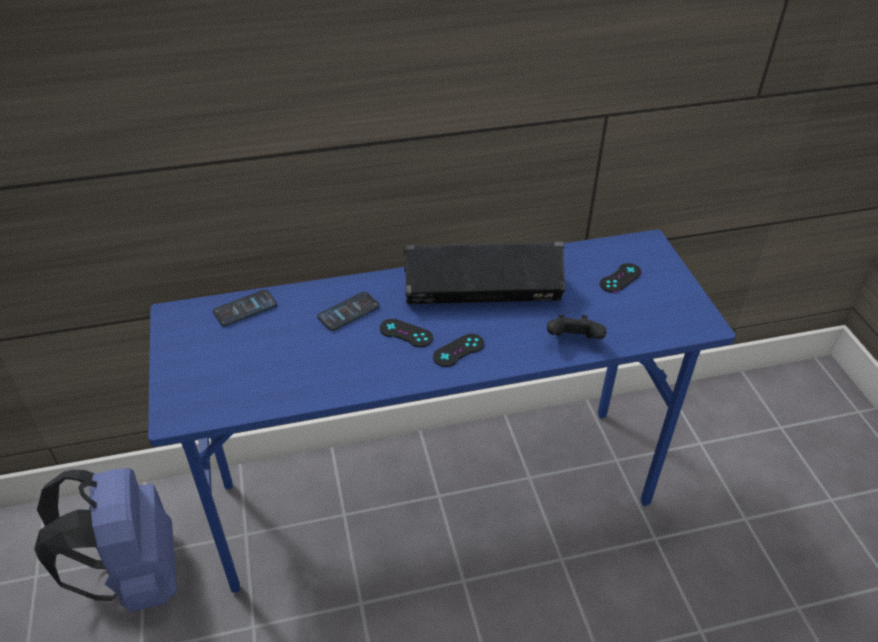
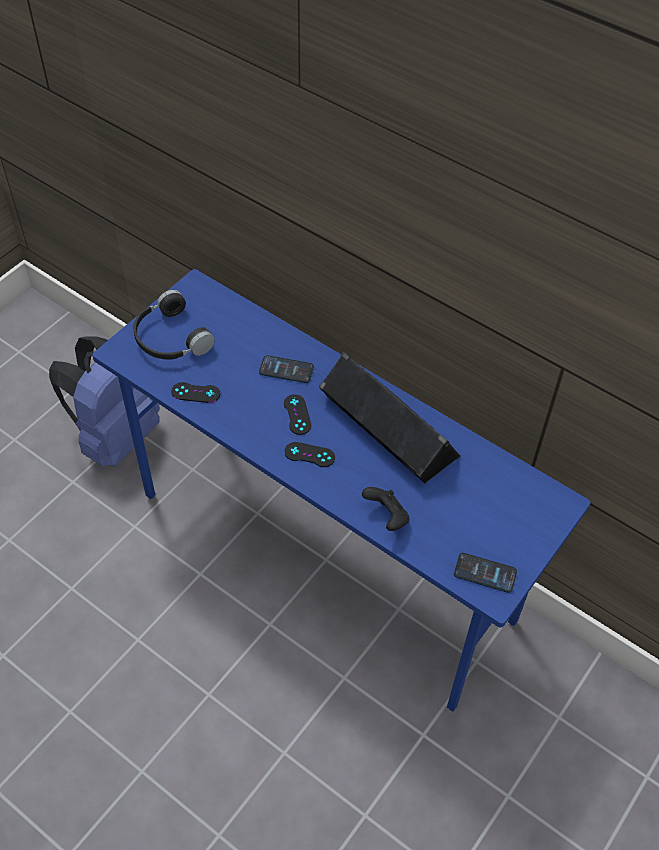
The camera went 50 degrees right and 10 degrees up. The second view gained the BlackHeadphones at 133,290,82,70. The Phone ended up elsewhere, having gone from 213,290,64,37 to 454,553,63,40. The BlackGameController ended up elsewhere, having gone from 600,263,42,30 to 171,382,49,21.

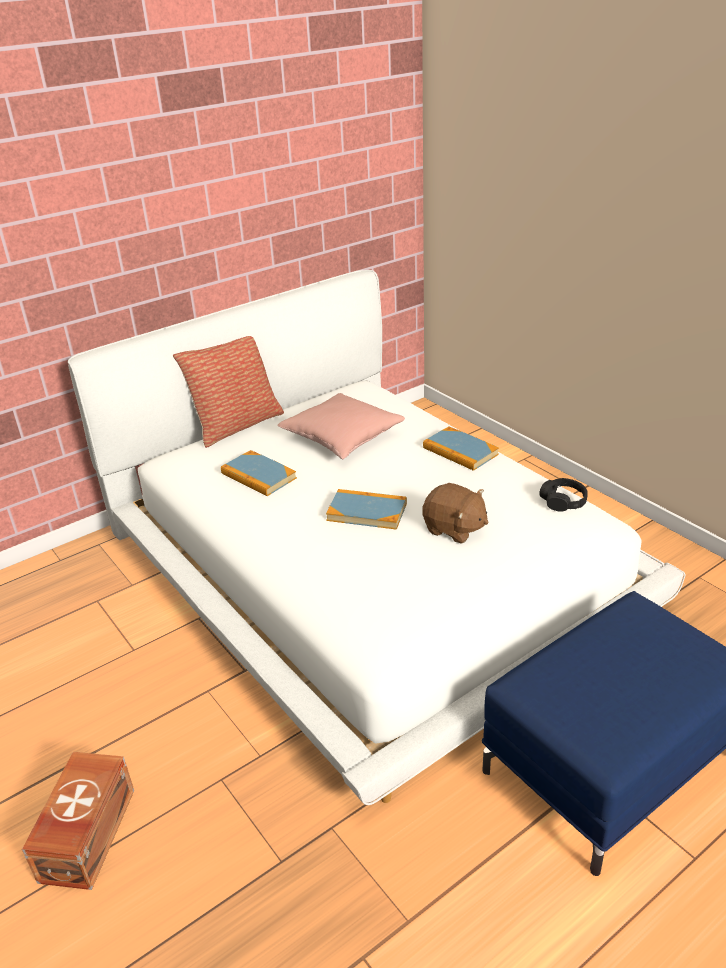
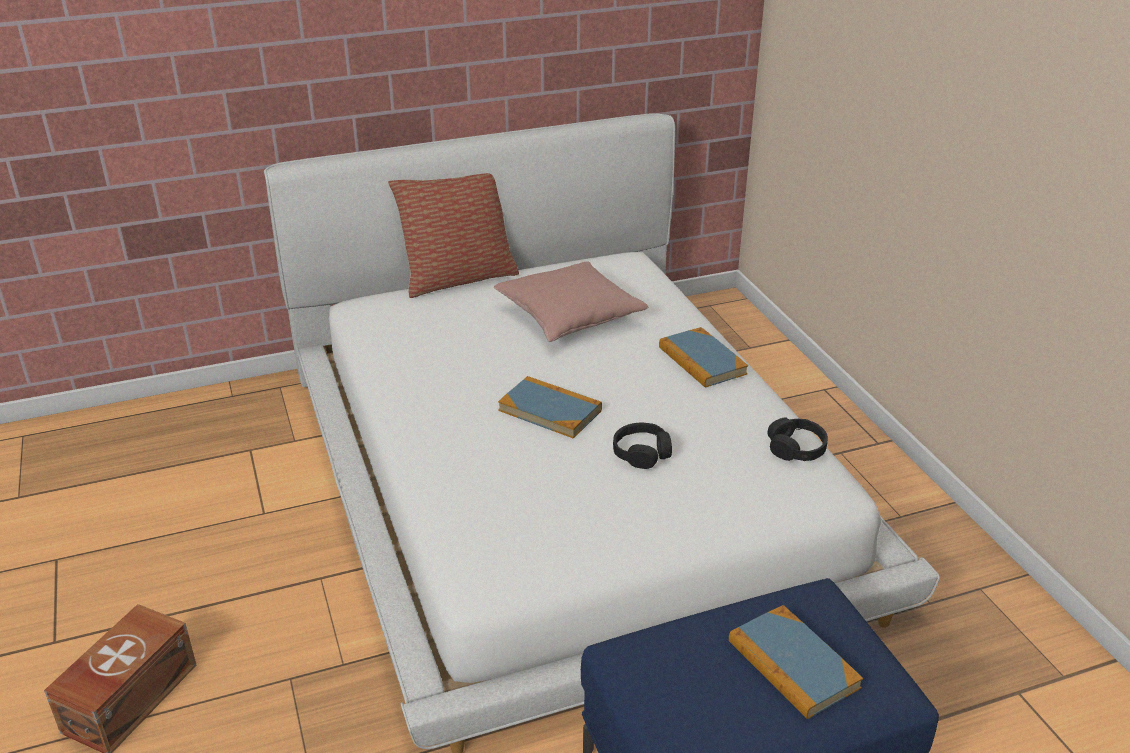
The camera went 15 degrees right and 0 degrees up. The Book ended up elsewhere, having gone from 221,450,76,46 to 729,605,134,114. Where the BrownPlushToy stood at 422,483,66,61, the BlackHeadphones came to stand at 613,423,59,46.

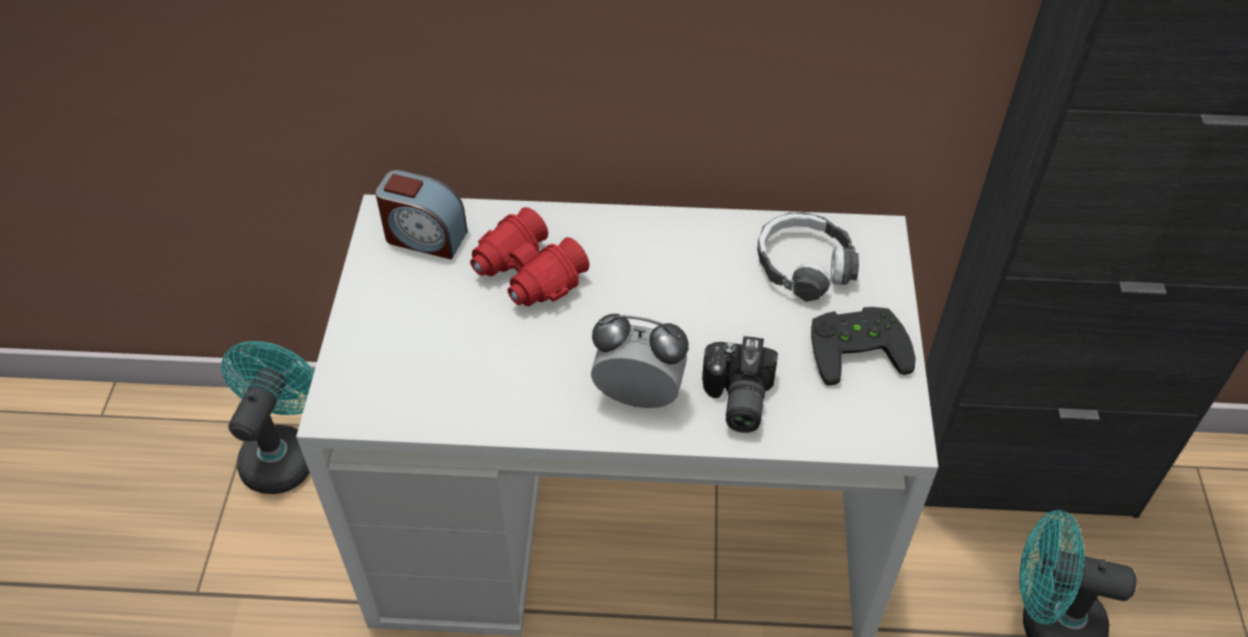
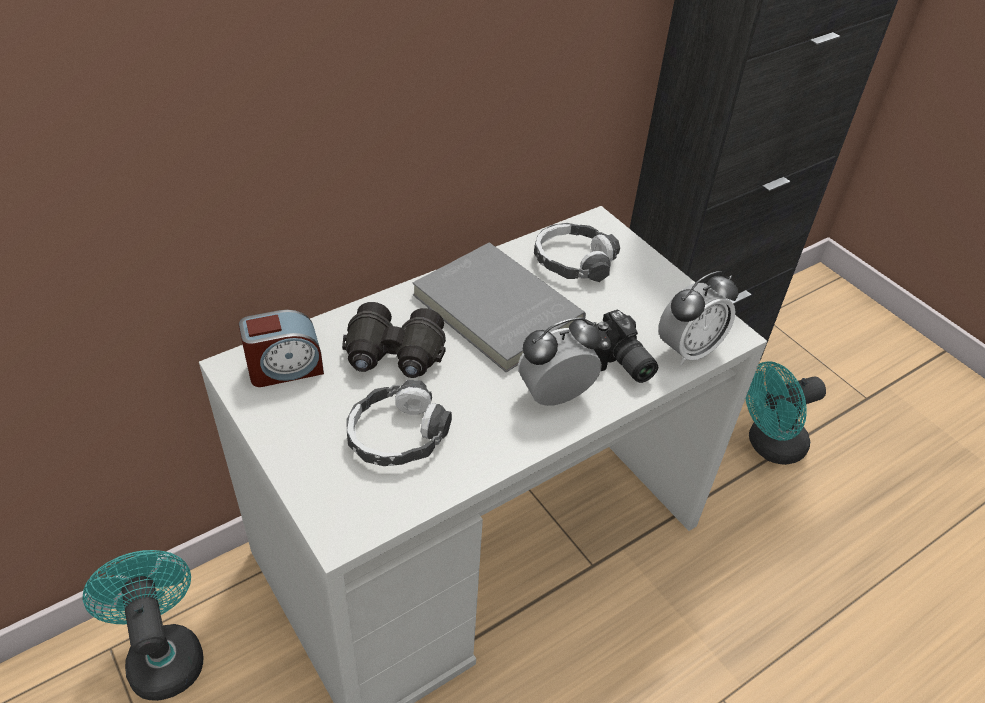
The camera went 40 degrees left and 5 degrees down. The second view lost the BlackGameController at 811,307,105,78. The second view gained the Headphones at 346,380,106,86. The second view gained the GreyBook at 413,243,173,129. The second view gained the AlarmClock at 658,271,81,94. What was the RedBinoculars at 470,207,119,99 turned into the BlackBinoculars at 342,302,104,76.

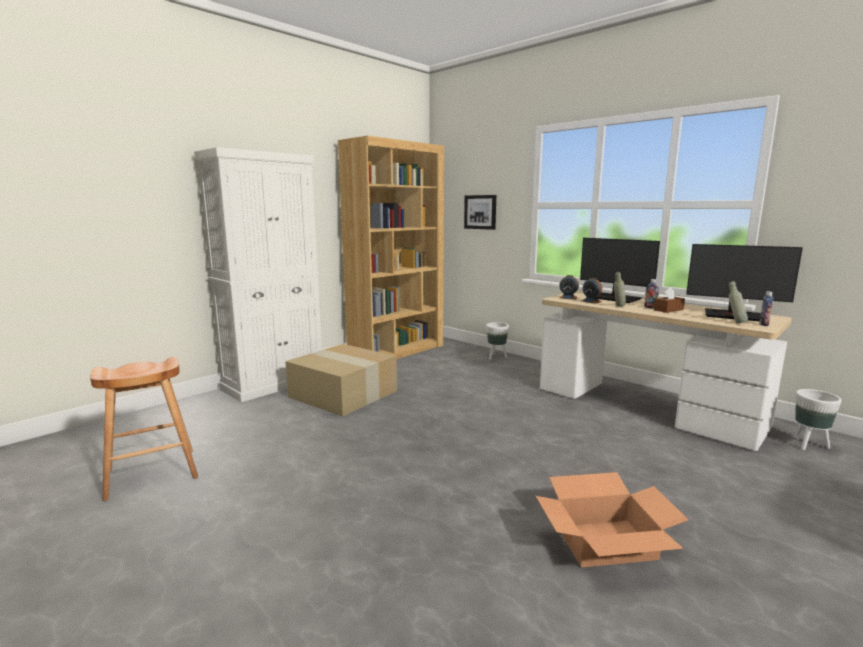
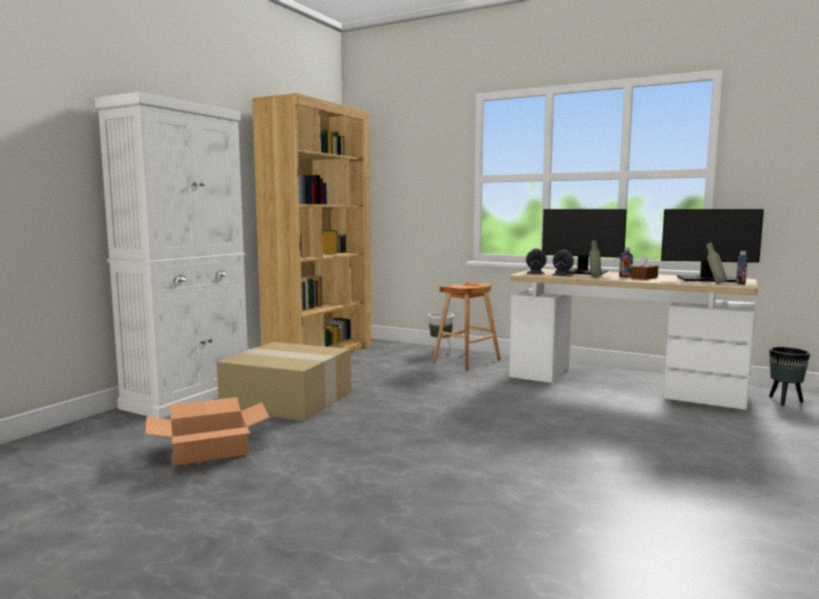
The camera went 15 degrees left and 5 degrees down. The second view lost the Picture at 464,195,32,35. The BrownStool ended up elsewhere, having gone from 90,357,108,144 to 432,282,69,88. The CardboardBox ended up elsewhere, having gone from 536,472,152,95 to 145,397,124,69. What was the WhitePlanter at 794,389,48,61 turned into the BlackPlanter at 769,347,41,59.

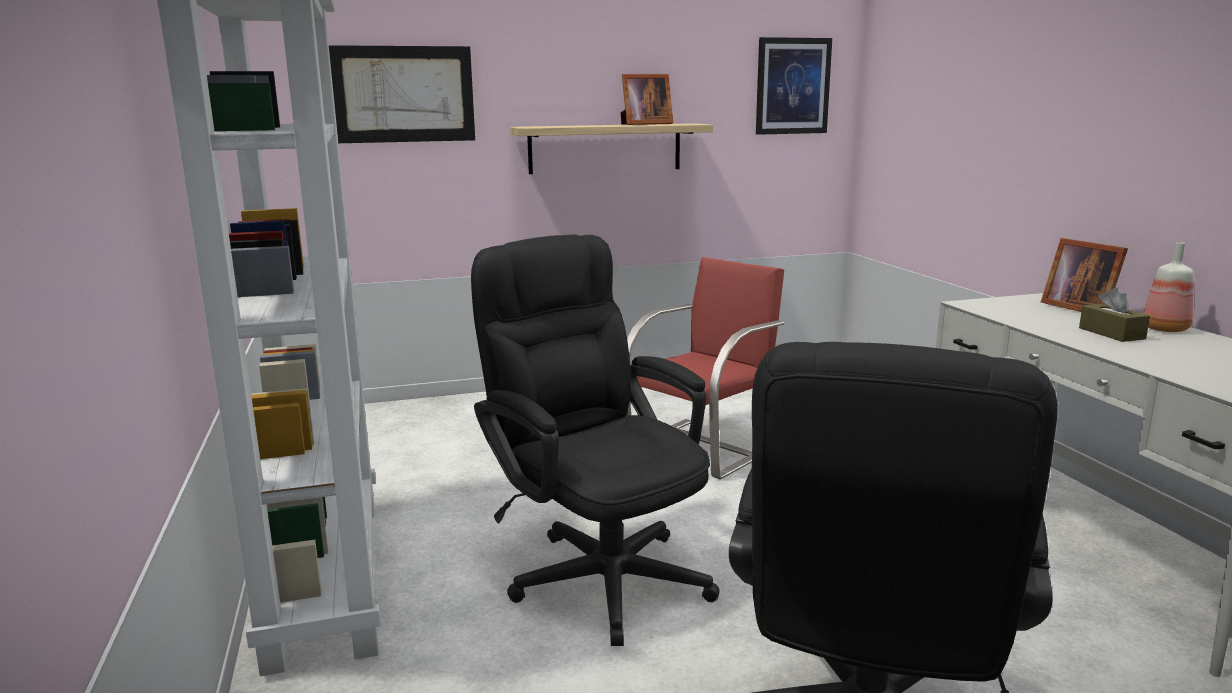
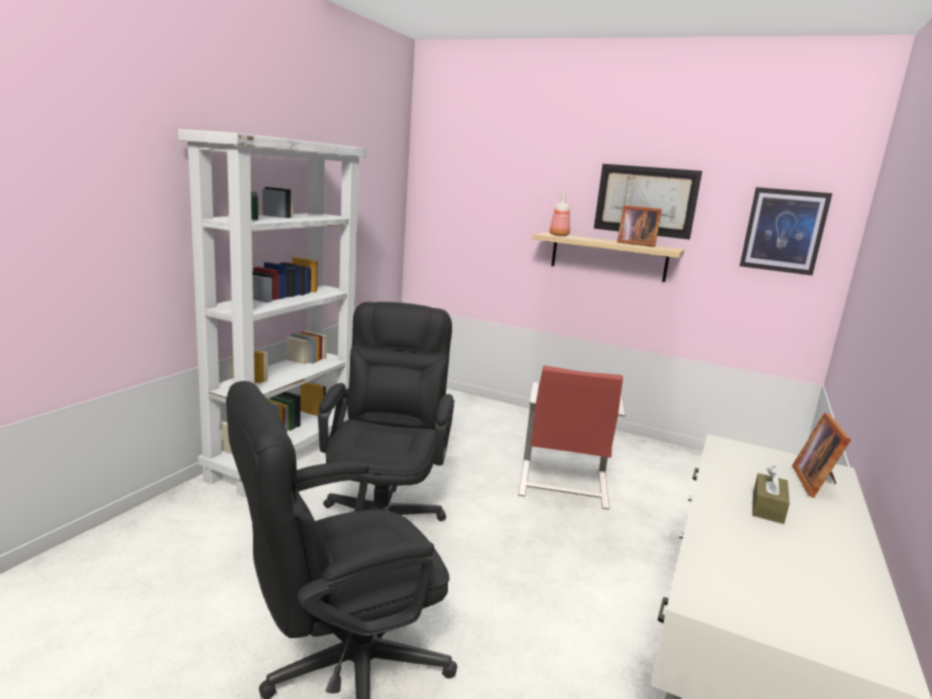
The camera went 40 degrees right and 0 degrees up. The Picture ended up elsewhere, having gone from 329,45,146,98 to 594,164,108,76. The Bottle ended up elsewhere, having gone from 1143,242,51,90 to 550,193,20,43. The RedChair at 626,257,159,222 ended up facing another way, 105 degrees clockwise from before.

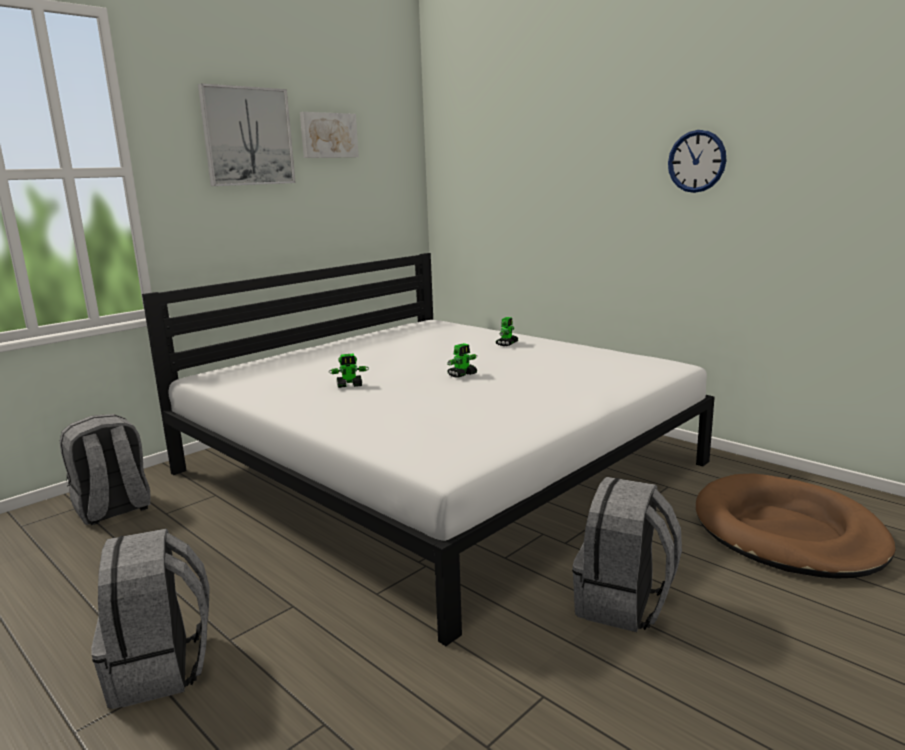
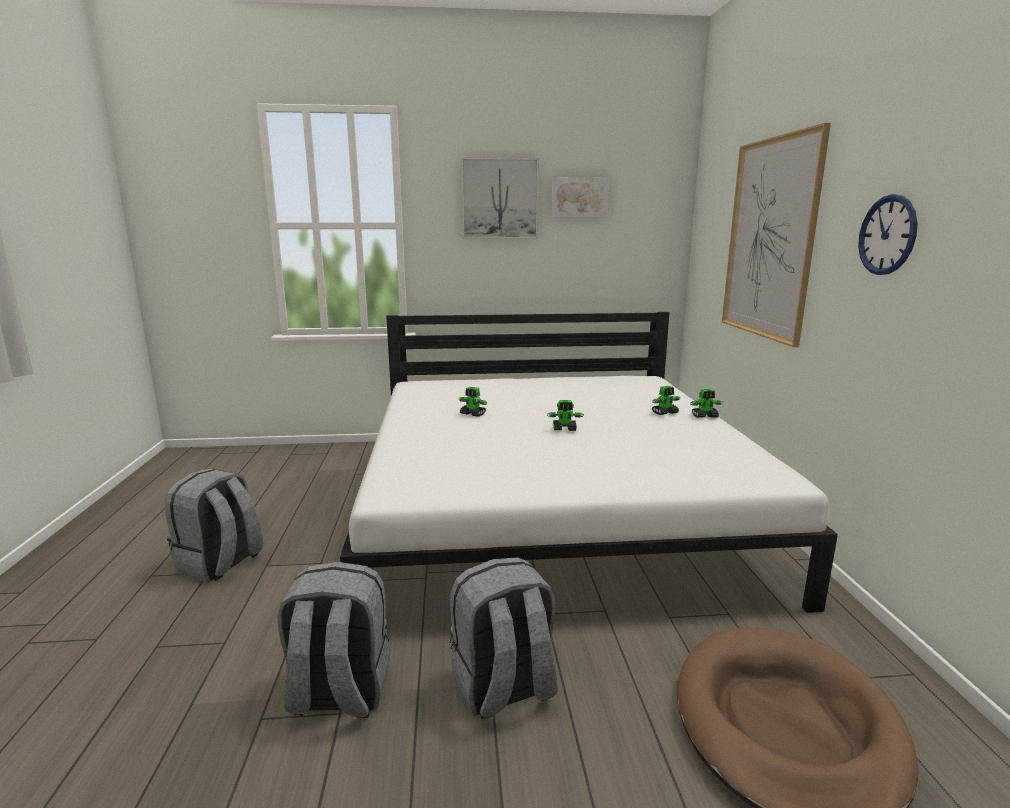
The camera went 40 degrees right and 0 degrees up. The second view gained the ToyRobot at 690,389,33,29. The second view gained the Picture at 722,123,109,224. The GreyBackpack ended up elsewhere, having gone from 60,414,91,111 to 277,562,113,156.

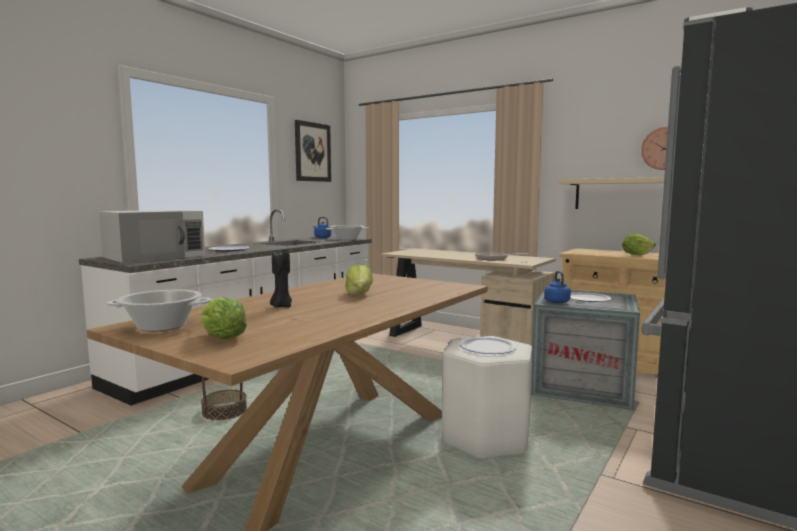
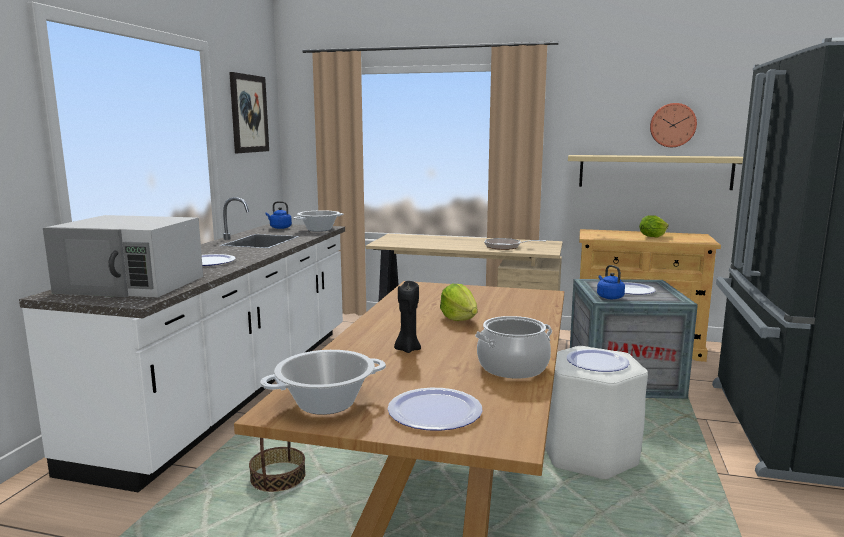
The camera went 20 degrees left and 5 degrees up. The second view gained the CookingPot at 475,316,77,63. Where the Lettuce stood at 200,297,47,42, the Plate came to stand at 388,388,94,43. The WhiteMicrowave at 99,210,106,53 ended up facing another way, 75 degrees clockwise from before.

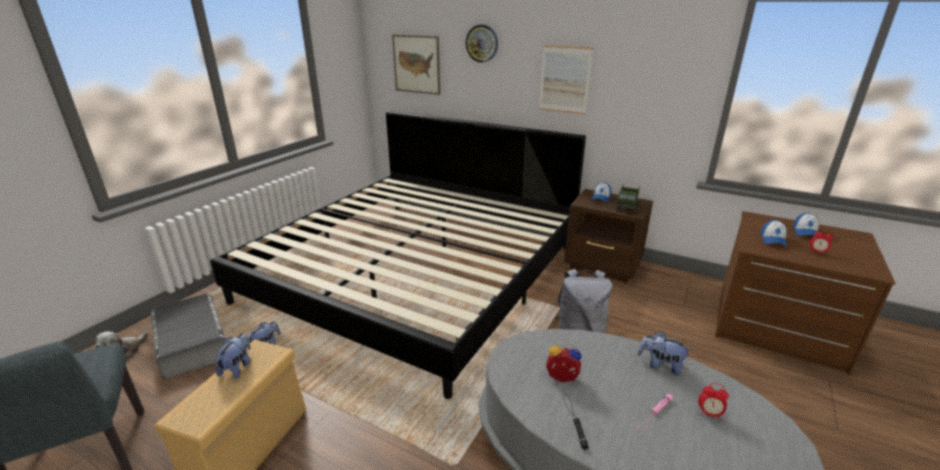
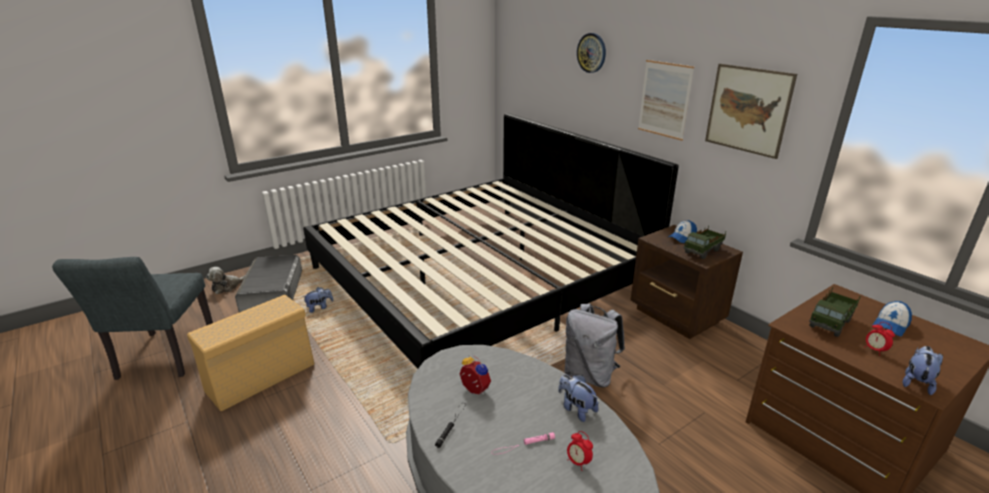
The camera went 25 degrees right and 0 degrees up. The PlushToy ended up elsewhere, having gone from 215,333,36,46 to 903,346,40,49. The Picture ended up elsewhere, having gone from 392,34,48,61 to 705,64,92,95. Where the Cap stood at 761,220,26,27, the ToyTruck came to stand at 809,287,52,50.

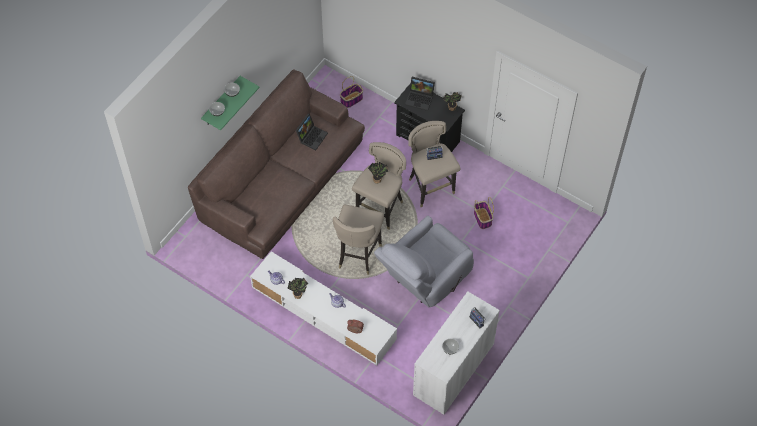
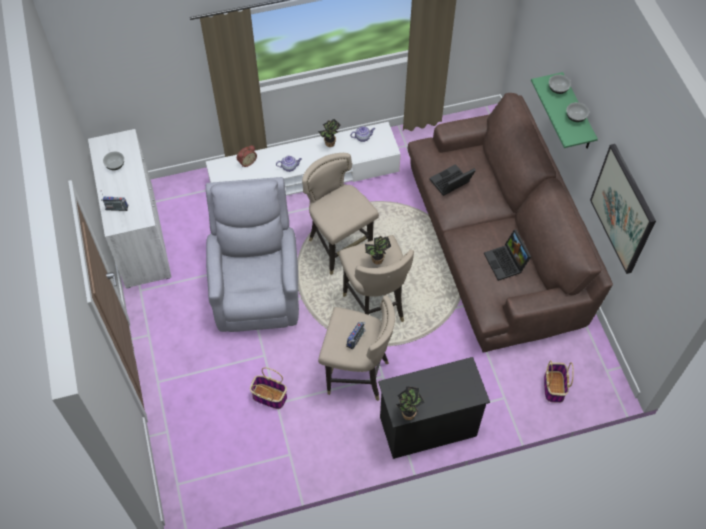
The camera went 130 degrees right and 0 degrees up. The second view gained the Picture at 590,144,66,130. The Laptop ended up elsewhere, having gone from 405,77,30,34 to 429,164,47,32.

